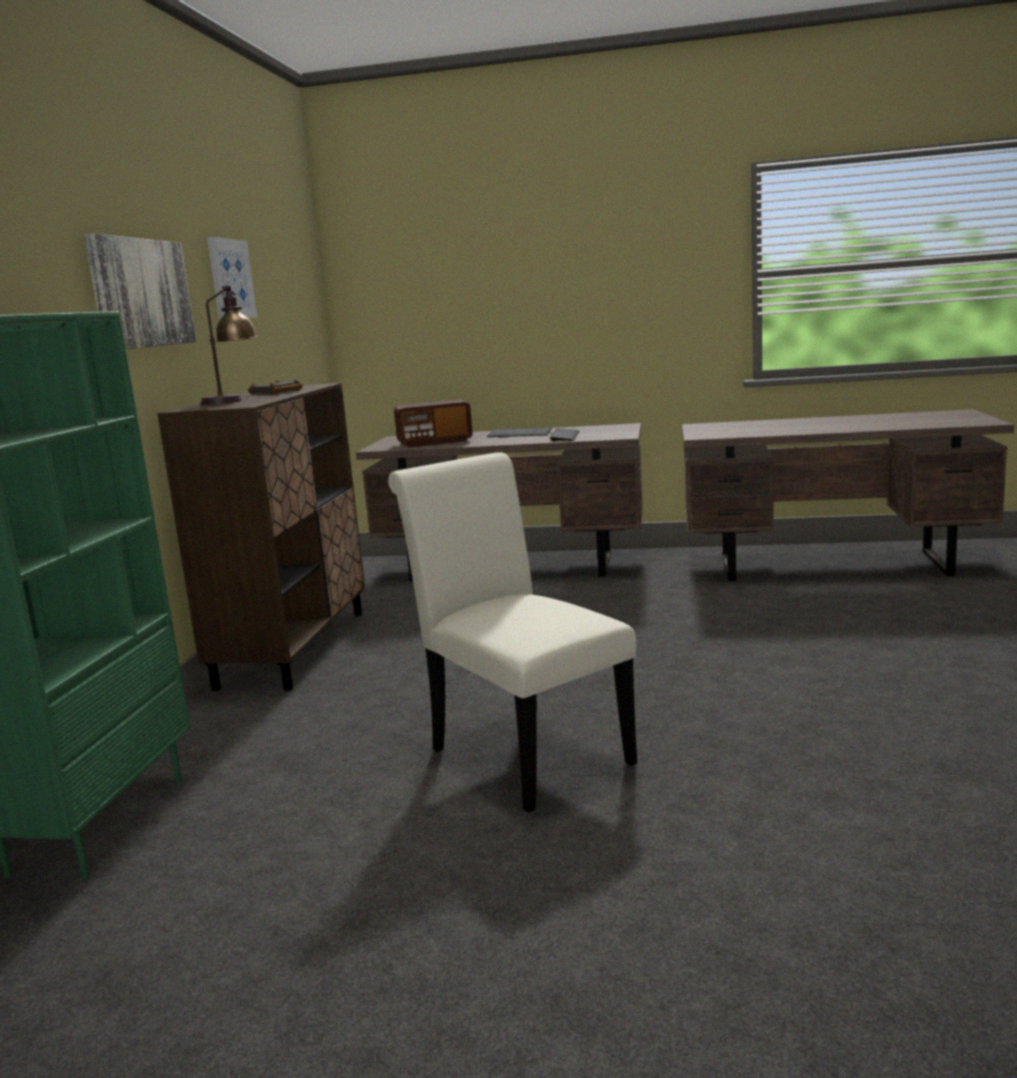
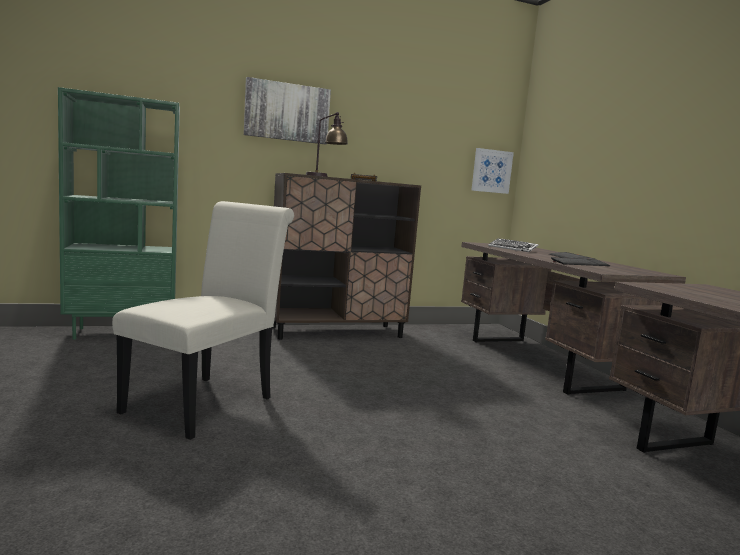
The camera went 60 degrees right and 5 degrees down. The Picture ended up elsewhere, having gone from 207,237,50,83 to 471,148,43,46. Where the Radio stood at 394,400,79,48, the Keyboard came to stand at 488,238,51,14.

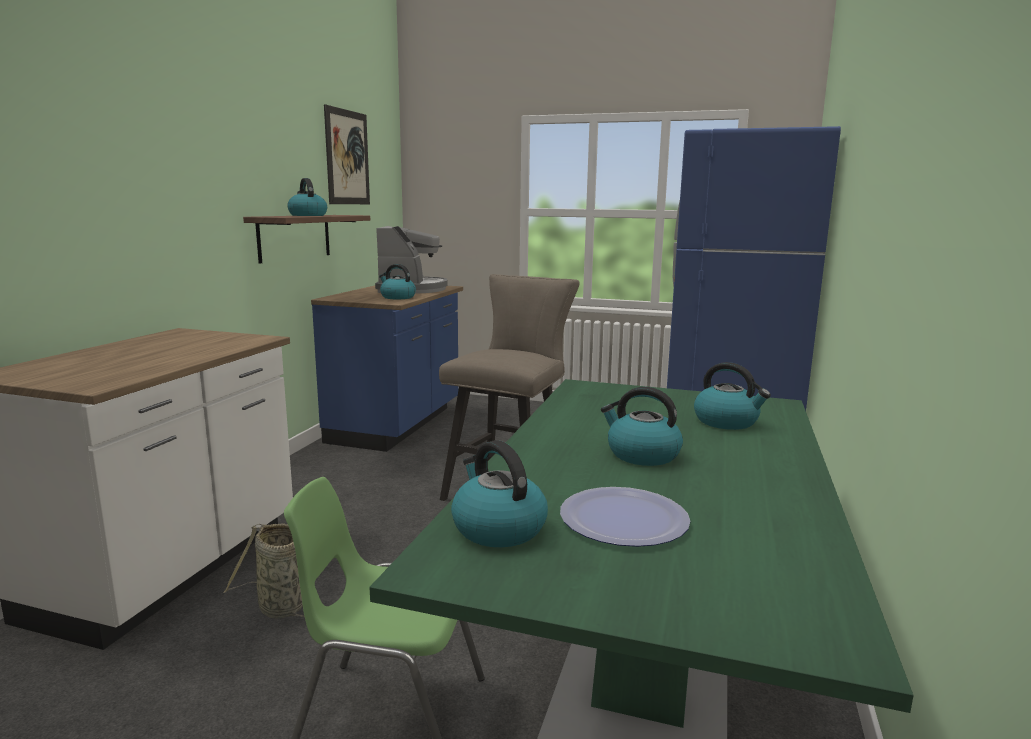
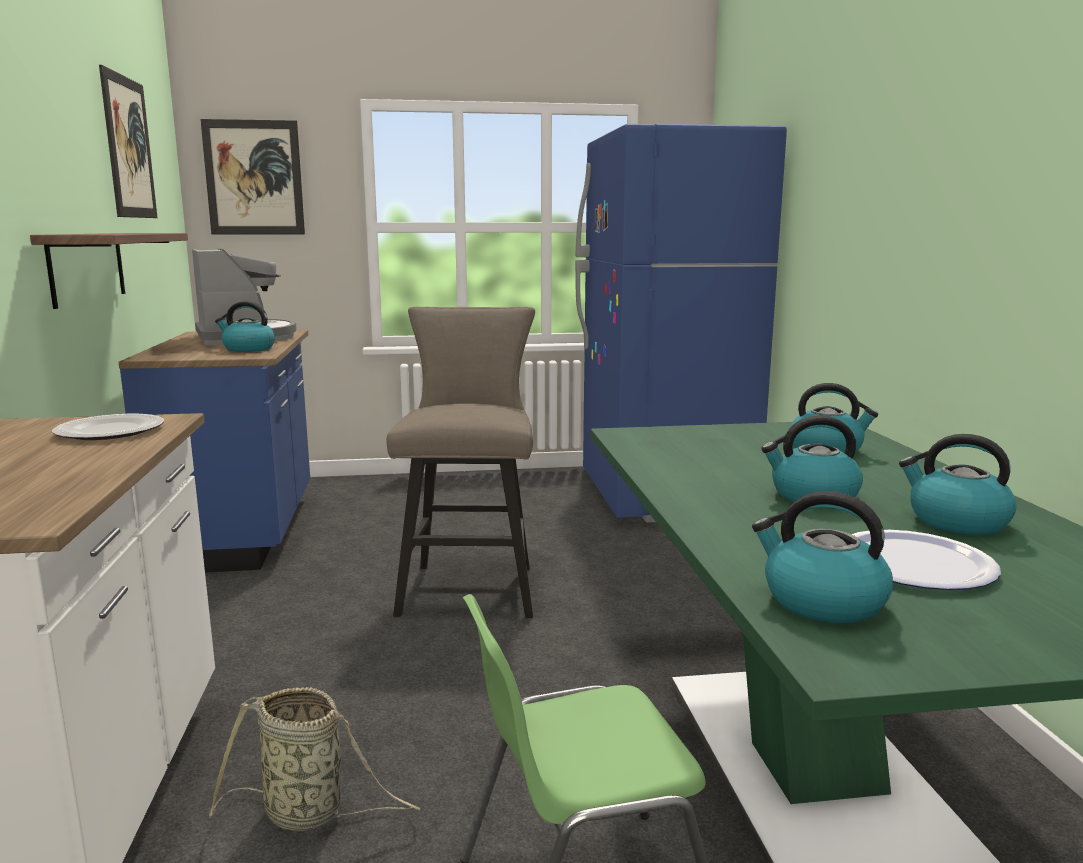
The camera went 25 degrees left and 0 degrees up. The second view gained the Plate at 52,414,112,26. The second view gained the Picture at 200,119,105,115. The Kettle ended up elsewhere, having gone from 287,178,40,38 to 899,434,118,101.

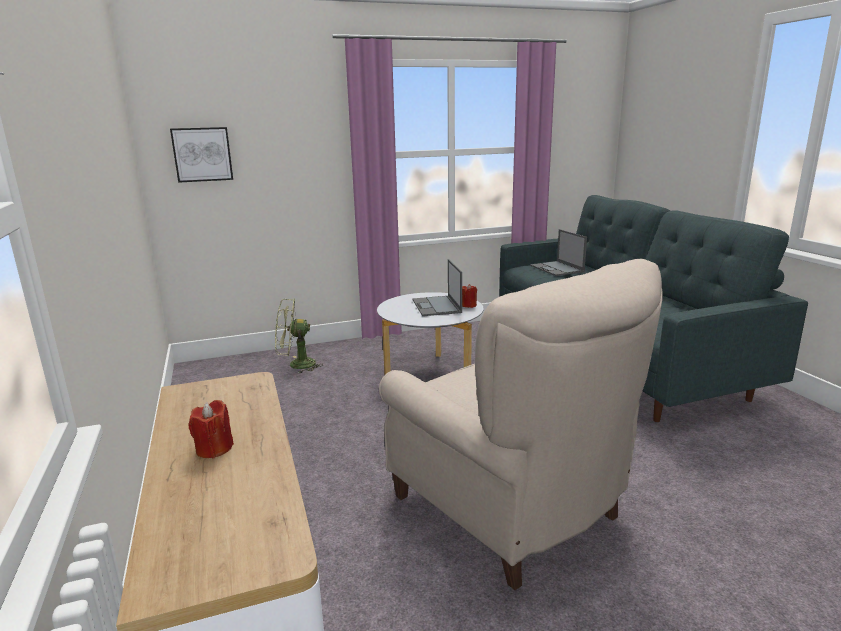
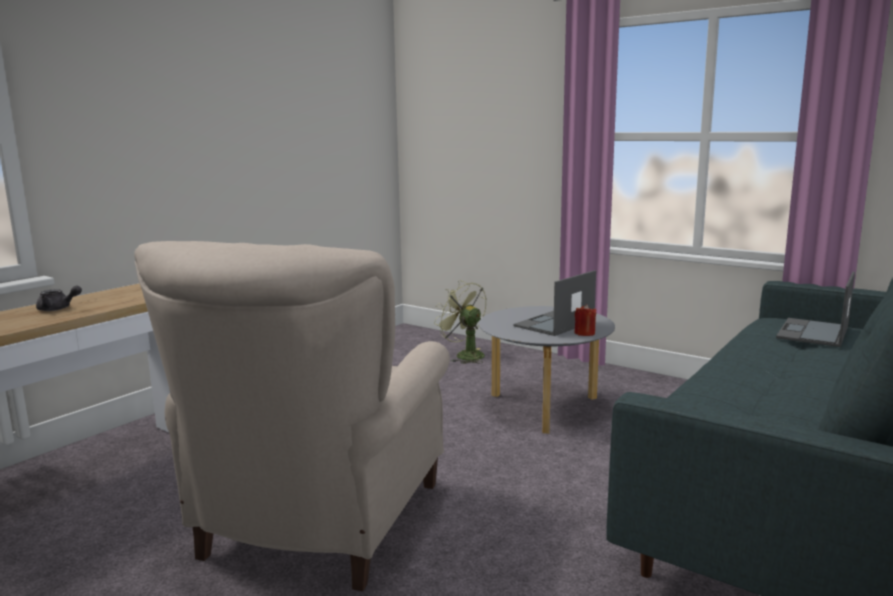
The camera went 55 degrees right and 5 degrees down. The second view lost the Picture at 170,127,63,56. Where the RedCandle stood at 189,400,45,58, the GreyTeapot came to stand at 36,286,46,25.

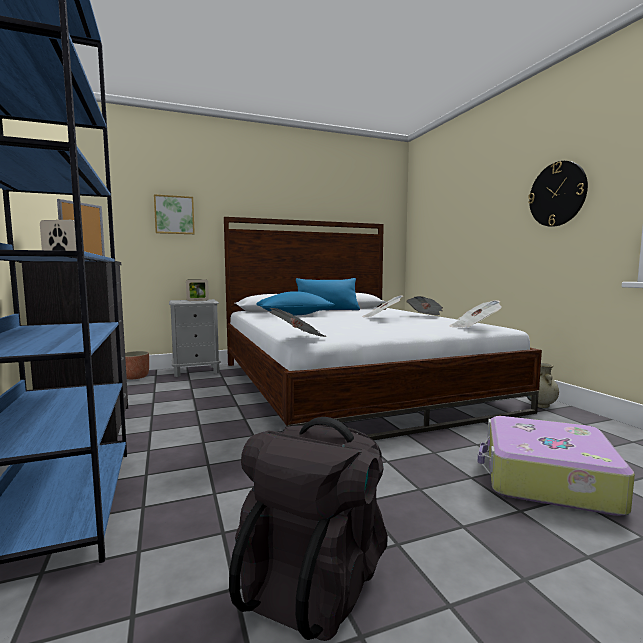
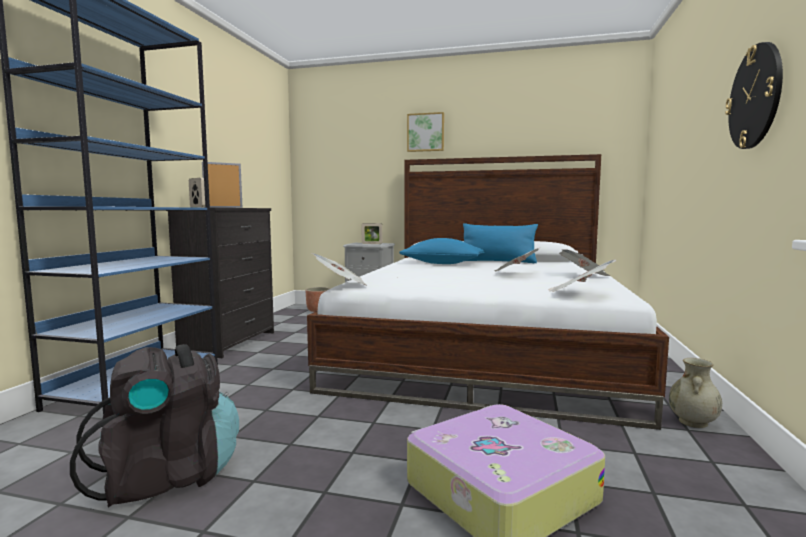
The camera went 35 degrees right and 0 degrees up. The Picture ended up elsewhere, having gone from 154,194,41,40 to 407,112,37,40.

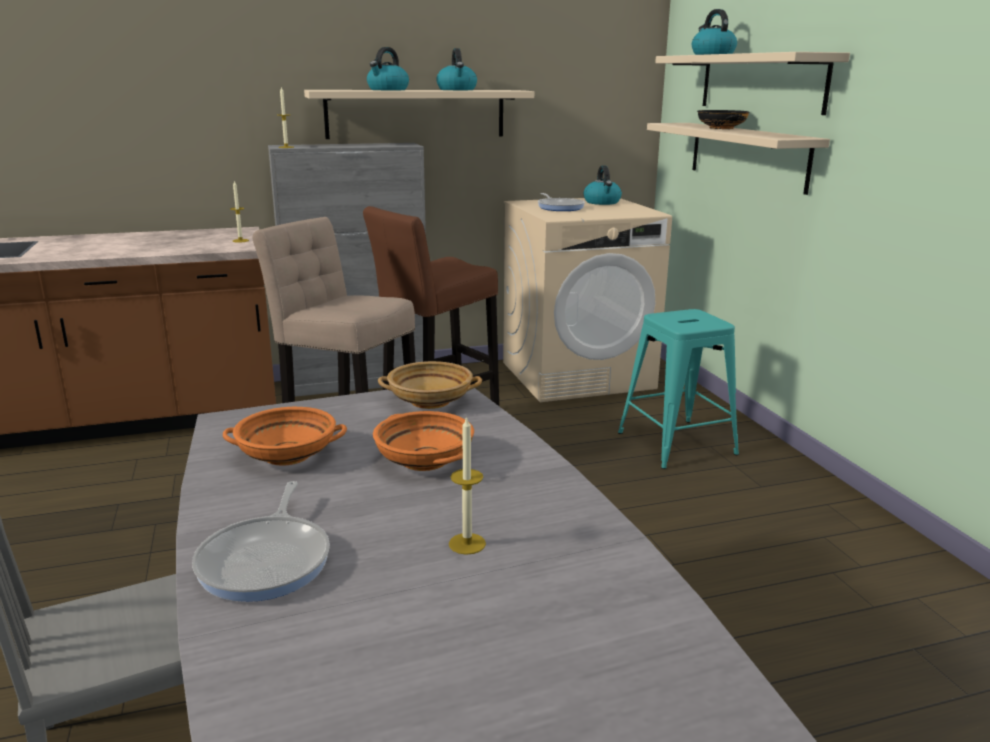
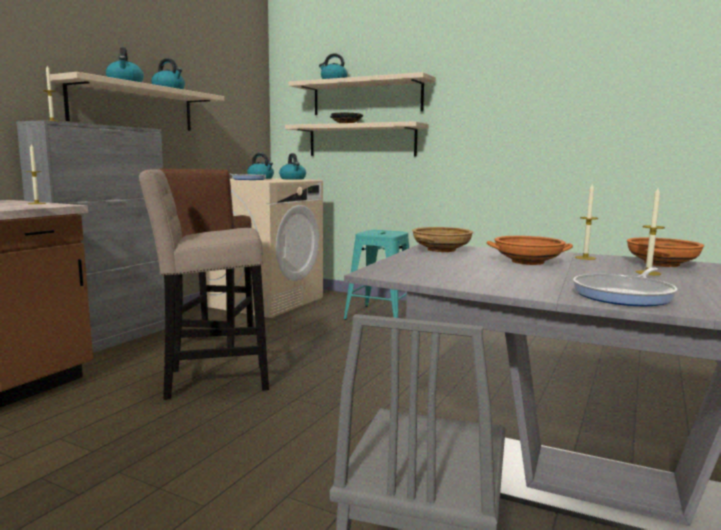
The camera went 45 degrees left and 10 degrees down. The second view gained the Kettle at 279,153,27,27. The second view gained the Candle at 575,184,23,76. The OrangeBowl ended up elsewhere, having gone from 223,407,124,59 to 627,238,77,29. The FryingPan at 192,481,138,121 ended up facing another way, 90 degrees clockwise from before.

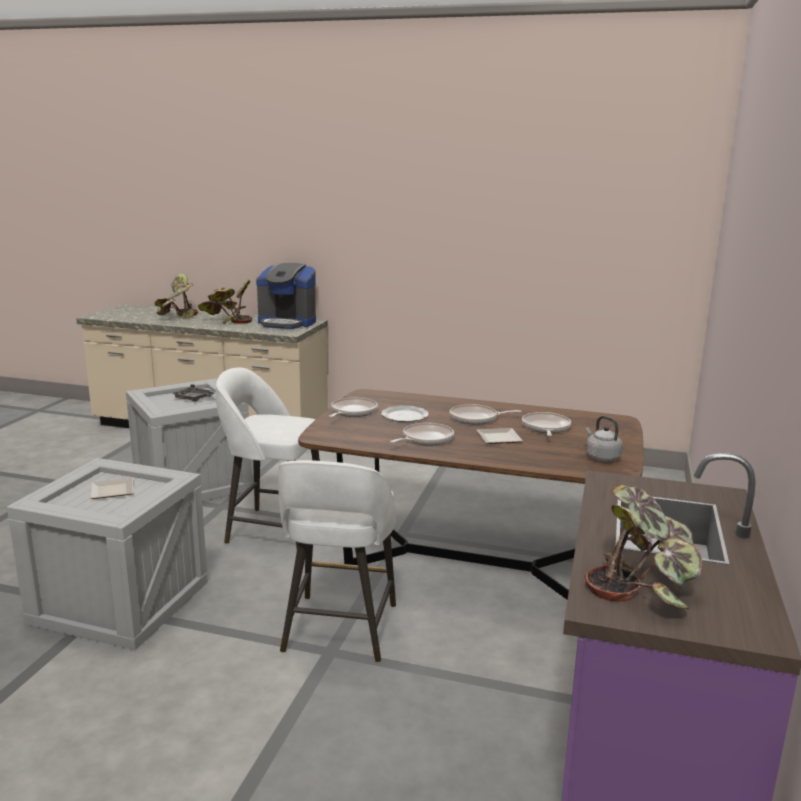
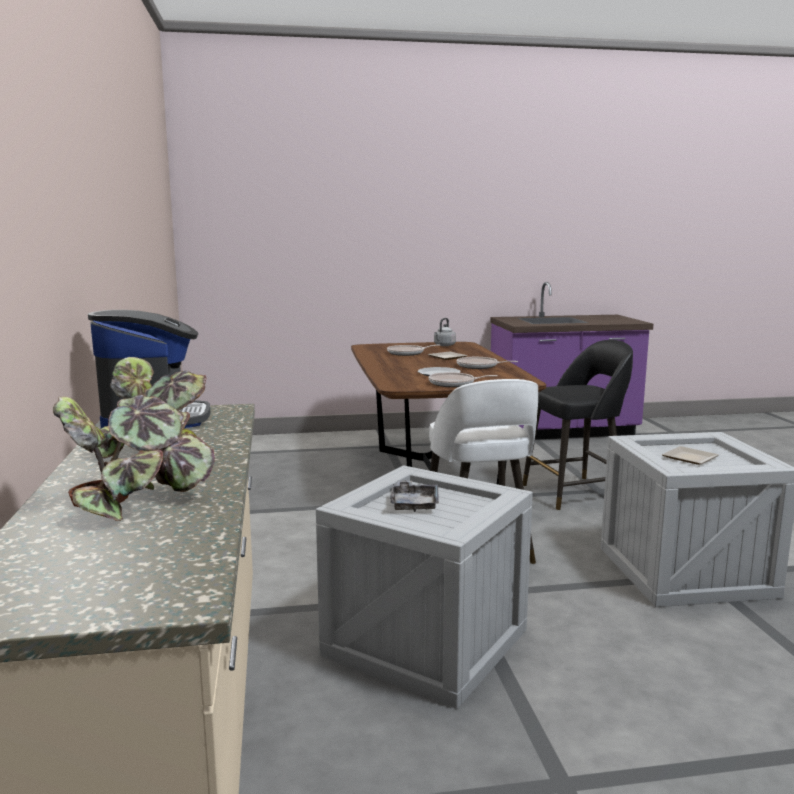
The camera went 115 degrees left and 5 degrees down. The second view lost the FryingPan at 450,404,72,21. The second view lost the PottedPlant at 585,484,117,125. What was the WhiteStool at 278,460,118,202 turned into the BlackStool at 523,340,110,170.

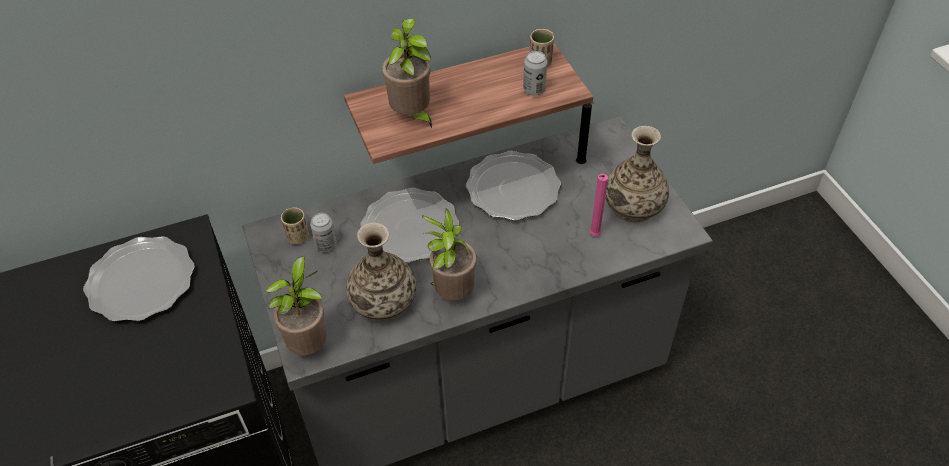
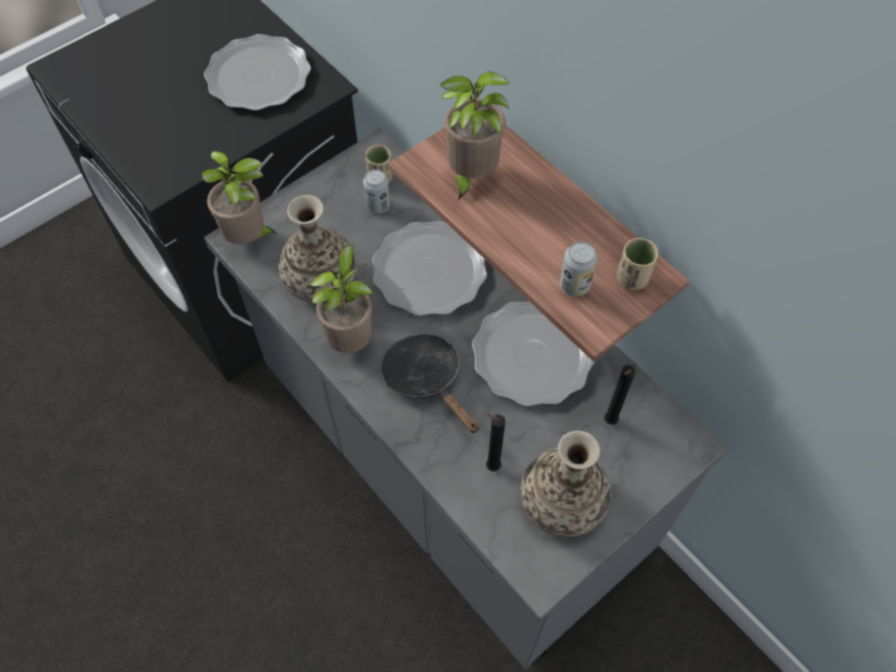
The camera went 70 degrees right and 10 degrees up. The second view gained the BlackFryingPan at 381,333,98,101. What was the PinkCandle at 590,174,18,62 turned into the BlackCandle at 485,412,20,59.

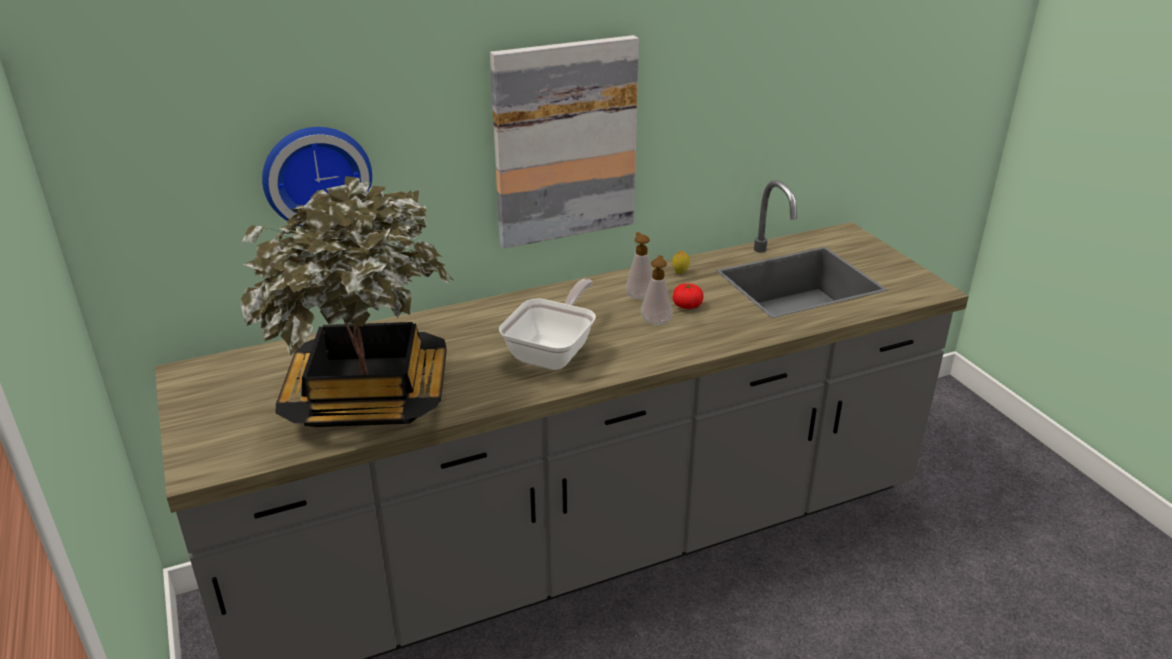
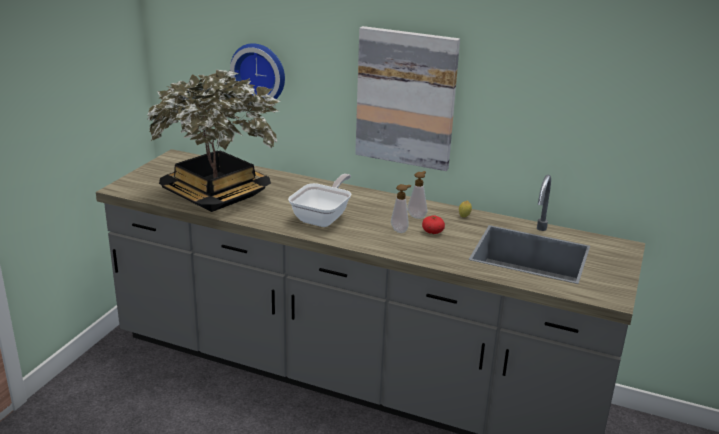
The camera went 45 degrees right and 5 degrees down. The FryingPan at 499,279,97,91 ended up facing another way, 45 degrees counterclockwise from before.

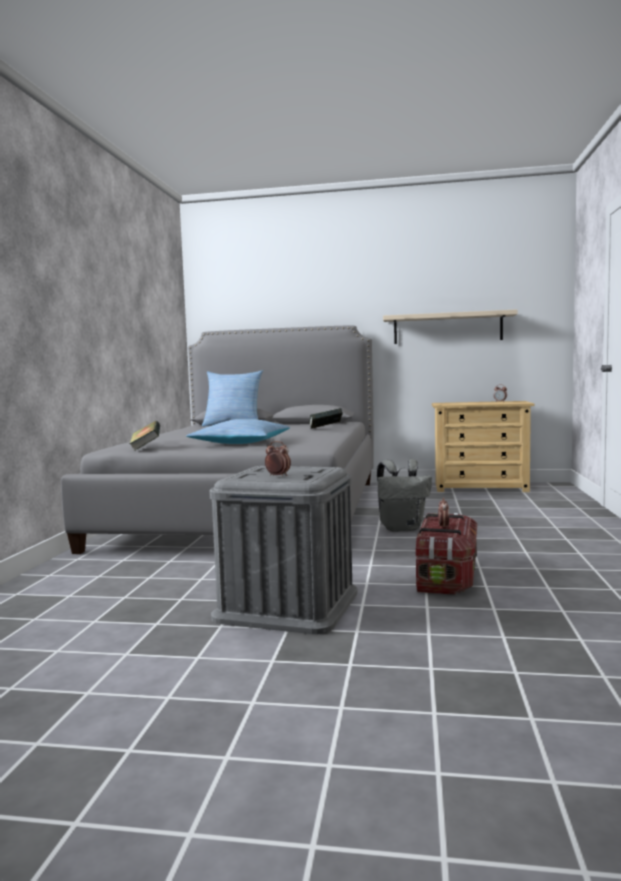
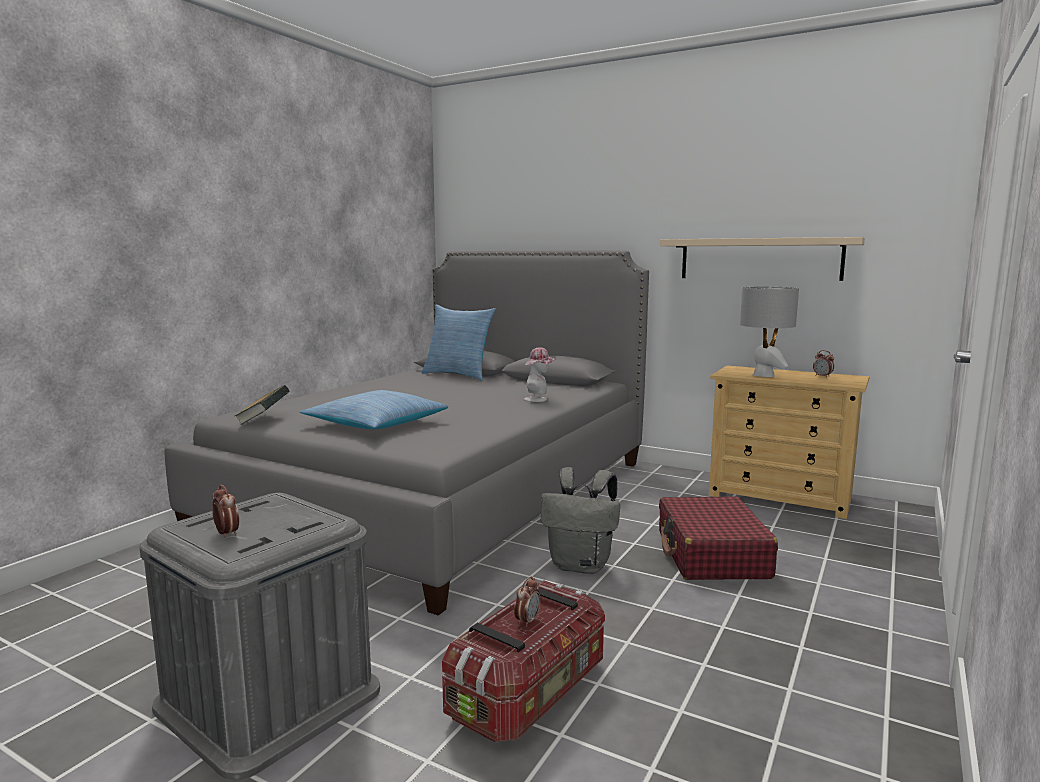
The camera went 20 degrees right and 5 degrees up. The second view gained the RedSuitcase at 659,496,119,84. The second view gained the GreyTableLamp at 740,287,59,90. Where the Book stood at 309,408,34,21, the Hat came to stand at 524,347,32,55.

